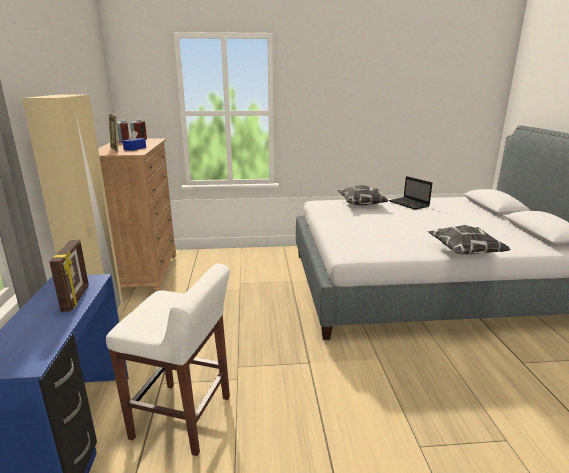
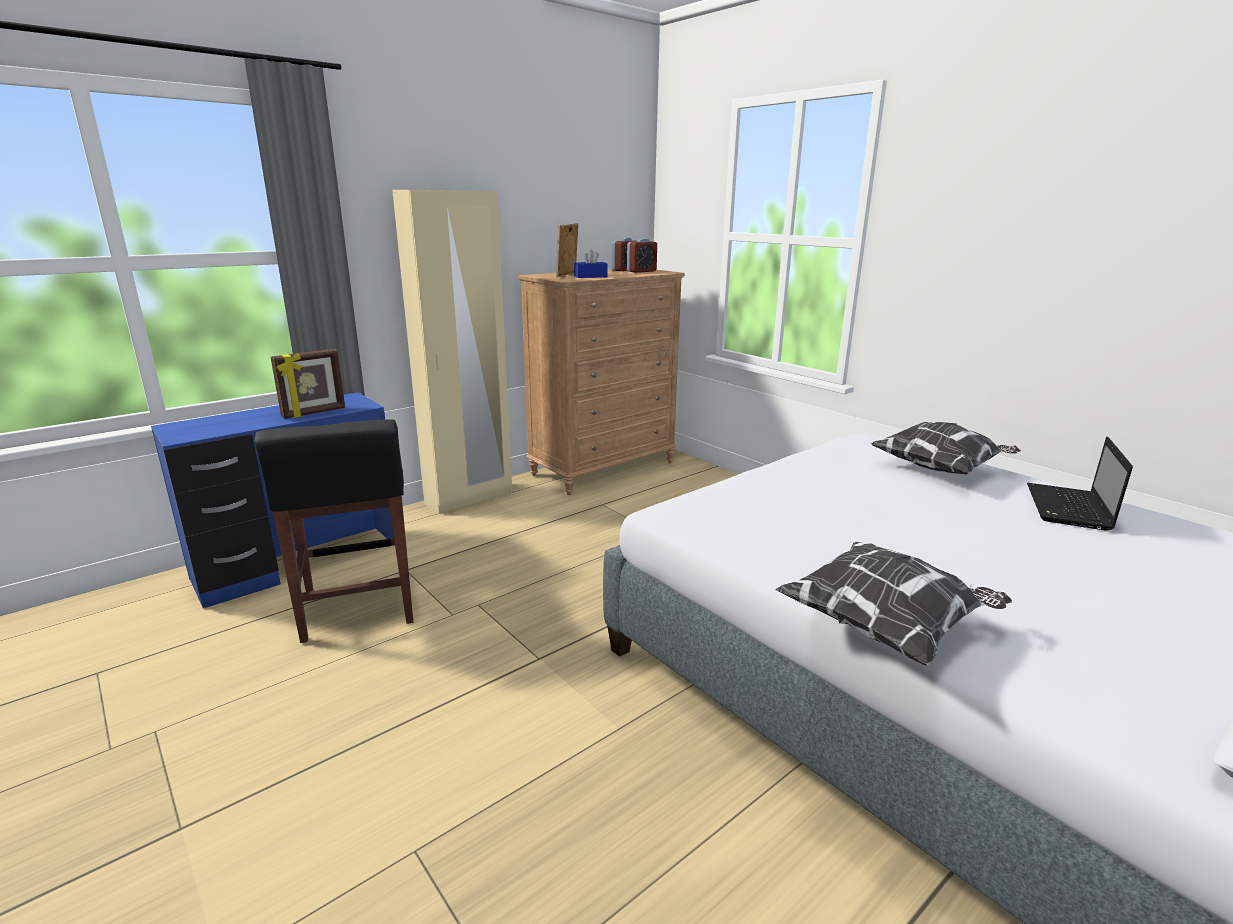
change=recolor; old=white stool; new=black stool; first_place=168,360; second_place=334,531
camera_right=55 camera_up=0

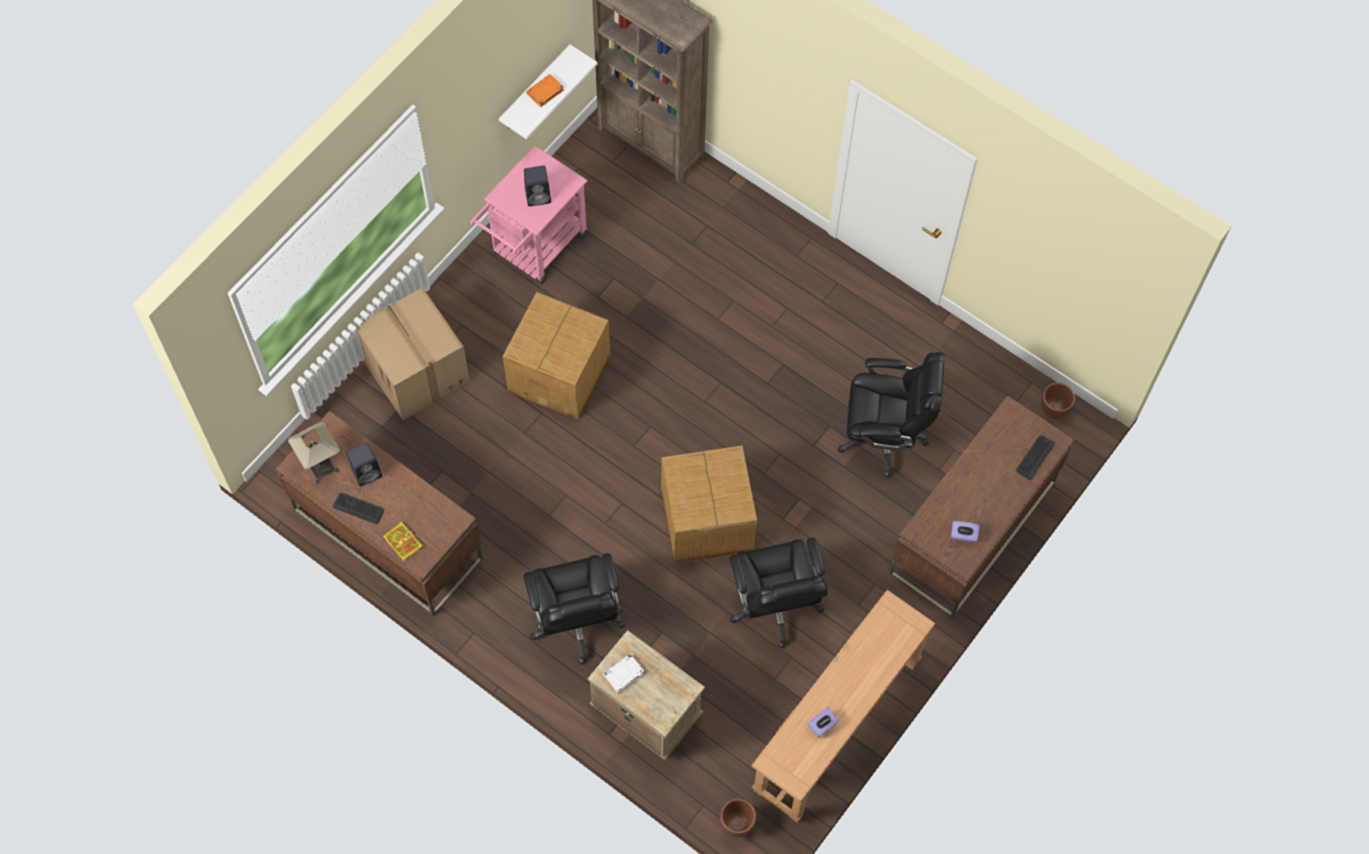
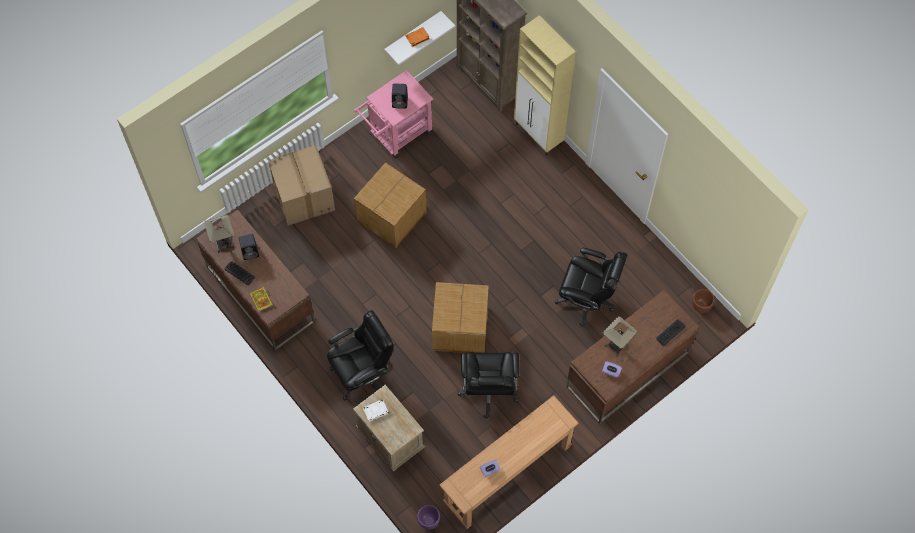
change=insert; new=beige cabinet; second_place=545,85
change=insert; new=table lamp; second_place=620,336
change=recolor; old=brown planter; new=purple planter; first_place=738,818; second_place=428,517
change=rotate; old=black office chair; first_place=574,609; second_place=360,355; degrees=-120
camera_right=15 camera_up=0

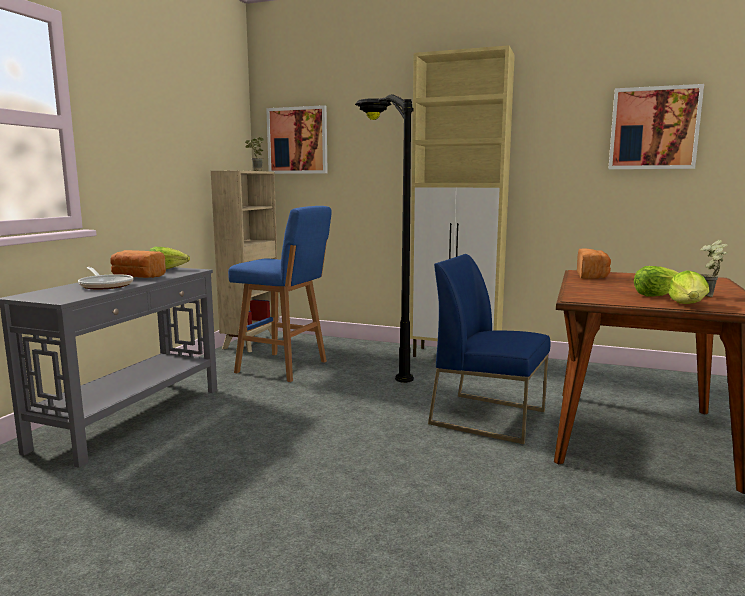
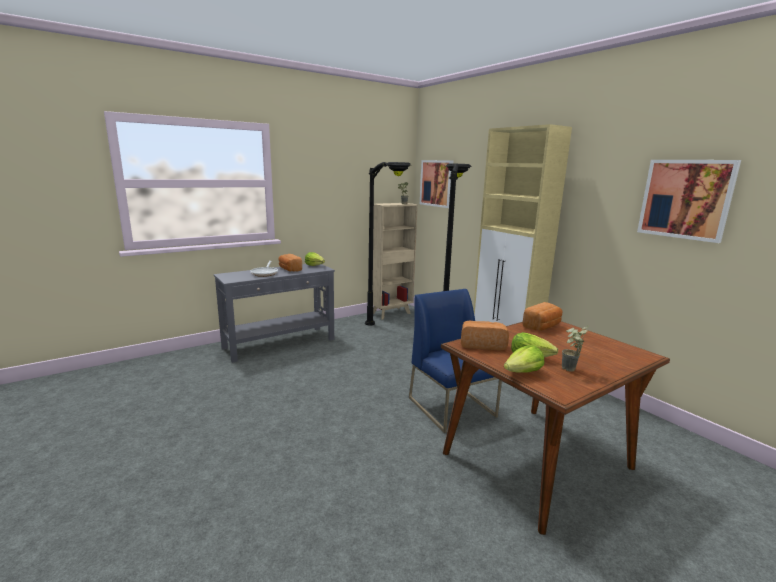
change=insert; new=bread; second_place=485,336
change=replace; old=blue stool; new=black floor lamp; first_place=279,294; second_place=388,244
camera_right=35 camera_up=5

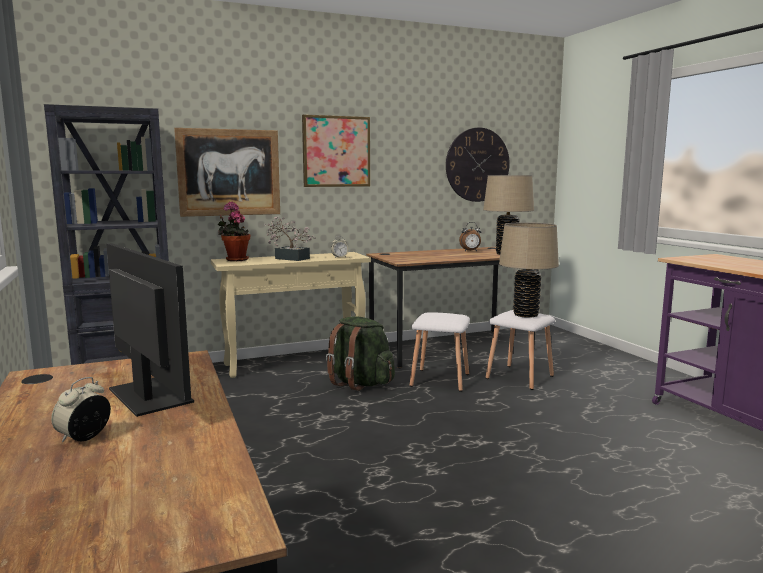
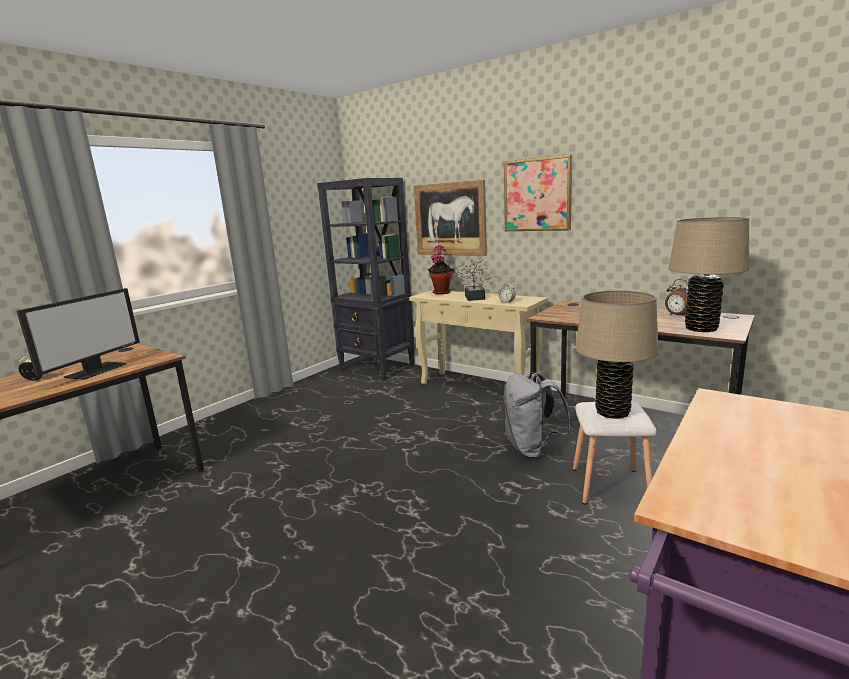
change=delete; old=green backpack; first_place=360,354
change=delete; old=wall clock; first_place=478,165
change=replace; old=white stool; new=grey backpack; first_place=440,352; second_place=537,415
camera_right=60 camera_up=5

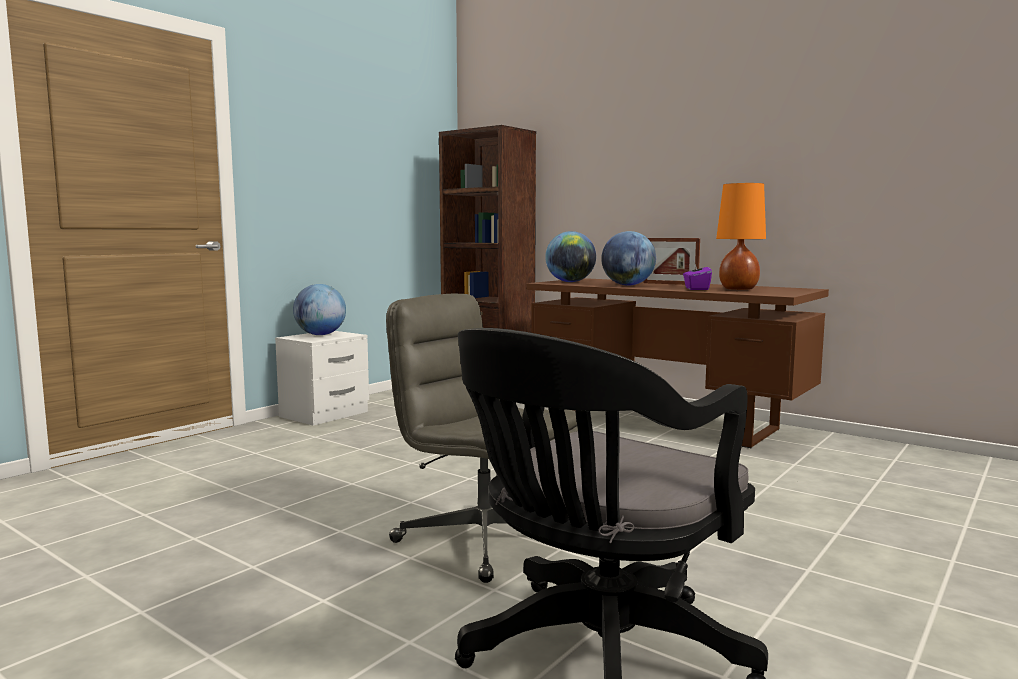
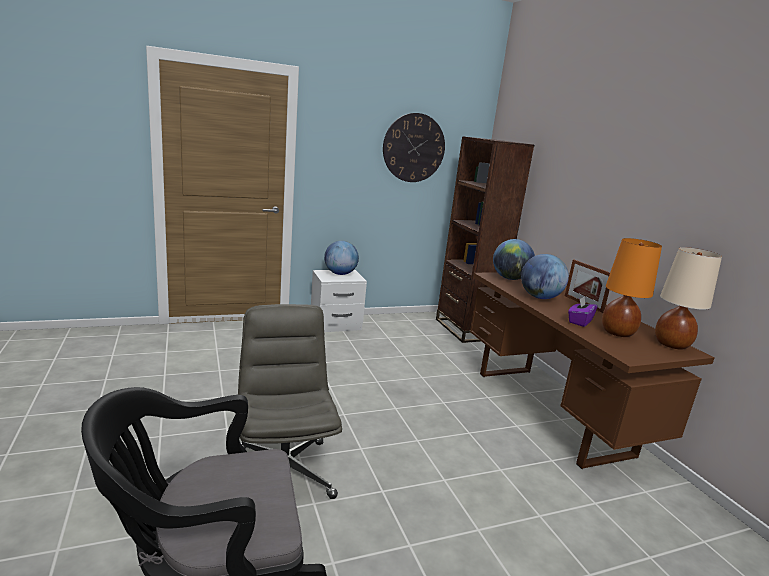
change=insert; new=wall clock; second_place=414,147
change=insert; new=beige table lamp; second_place=688,298
camera_right=30 camera_up=10

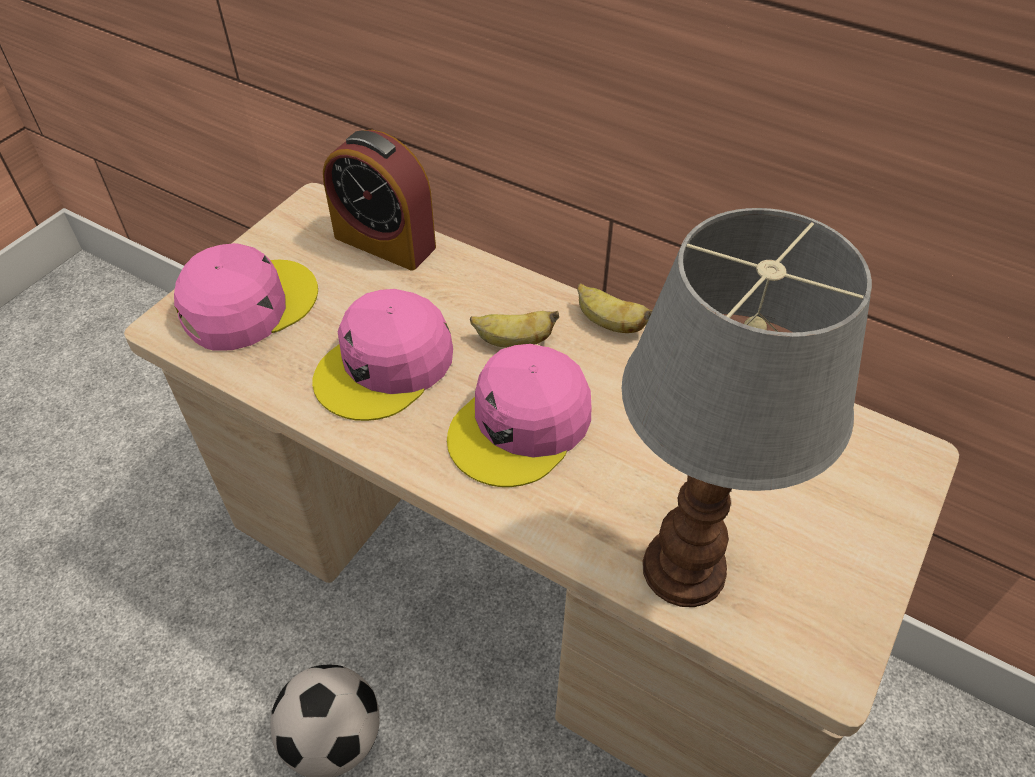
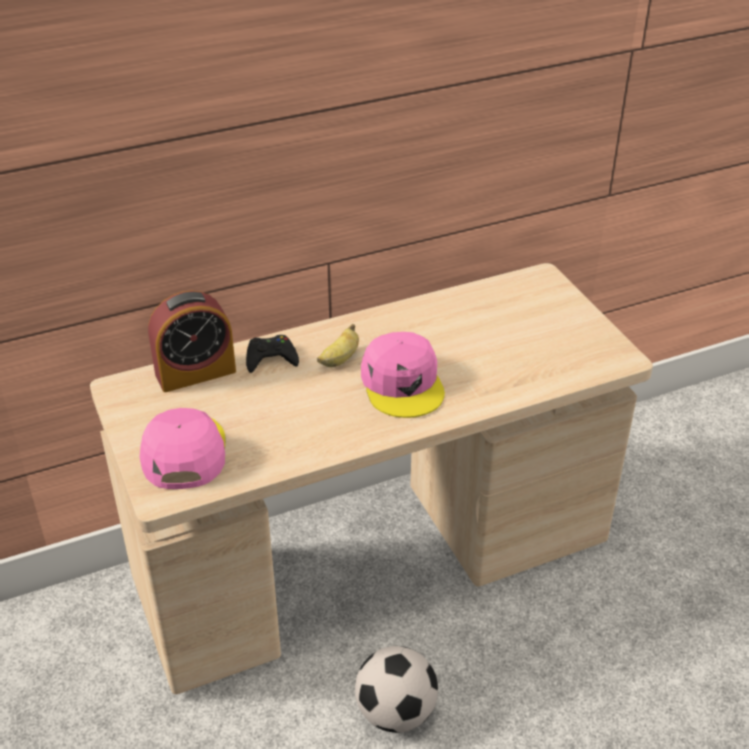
change=delete; old=pink cap; first_place=382,355
change=delete; old=banana; first_place=615,308
change=delete; old=table lamp; first_place=747,407
change=insert; new=black game controller; second_place=272,354
camera_right=-55 camera_up=-10

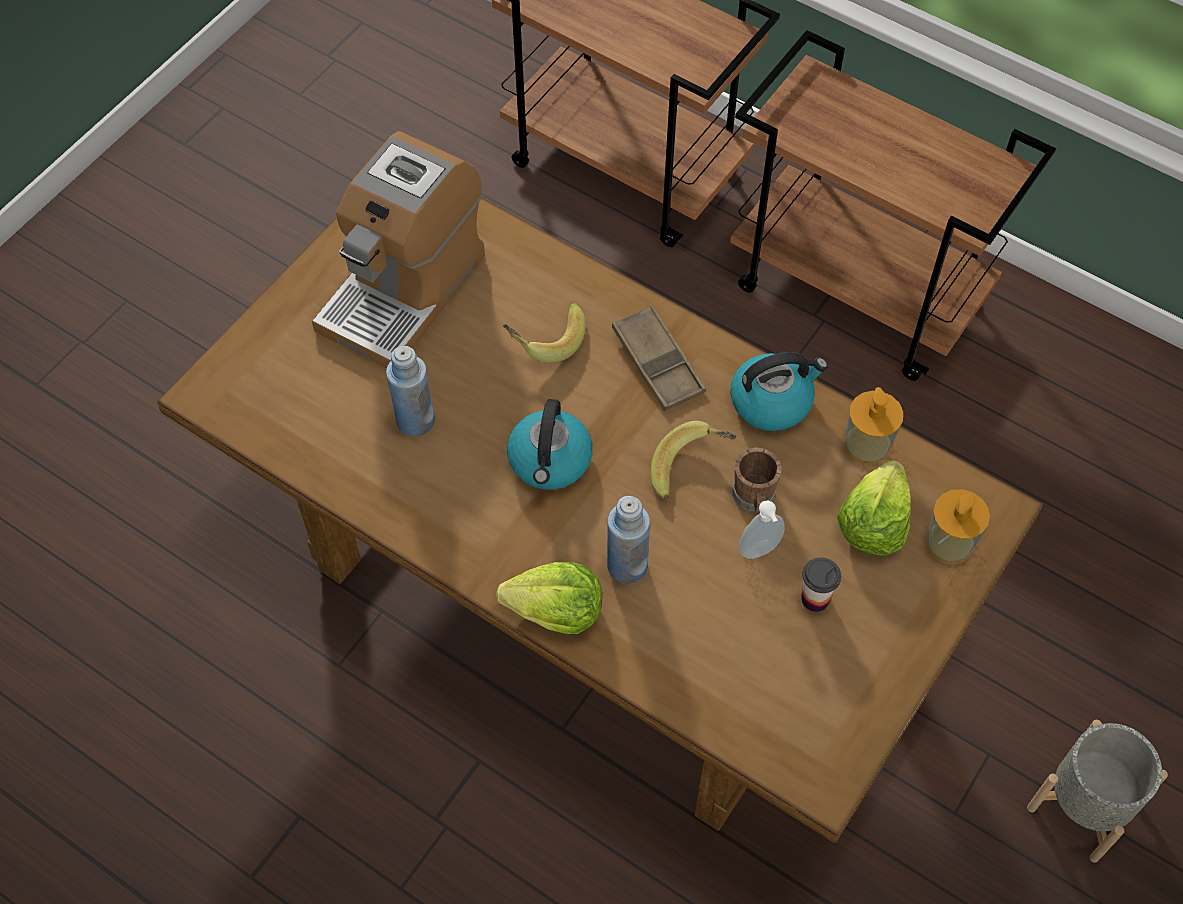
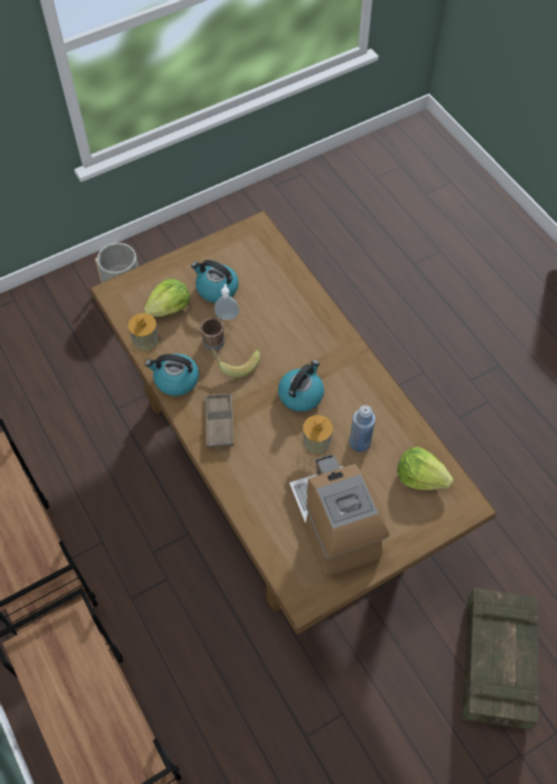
change=delete; old=banana; first_place=544,333
change=delete; old=blue bottle; first_place=628,540
change=insert; new=crate; second_place=501,659
change=move; old=lettuce; first_place=549,598; second_place=425,468
change=move; old=soap dispenser; first_place=958,526; second_place=318,435
change=replace; old=cup; new=kettle; first_place=821,584; second_place=215,281
change=rotate; old=coffee machine; first_place=398,249; second_place=339,516; degrees=-75
camera_right=-155 camera_up=0

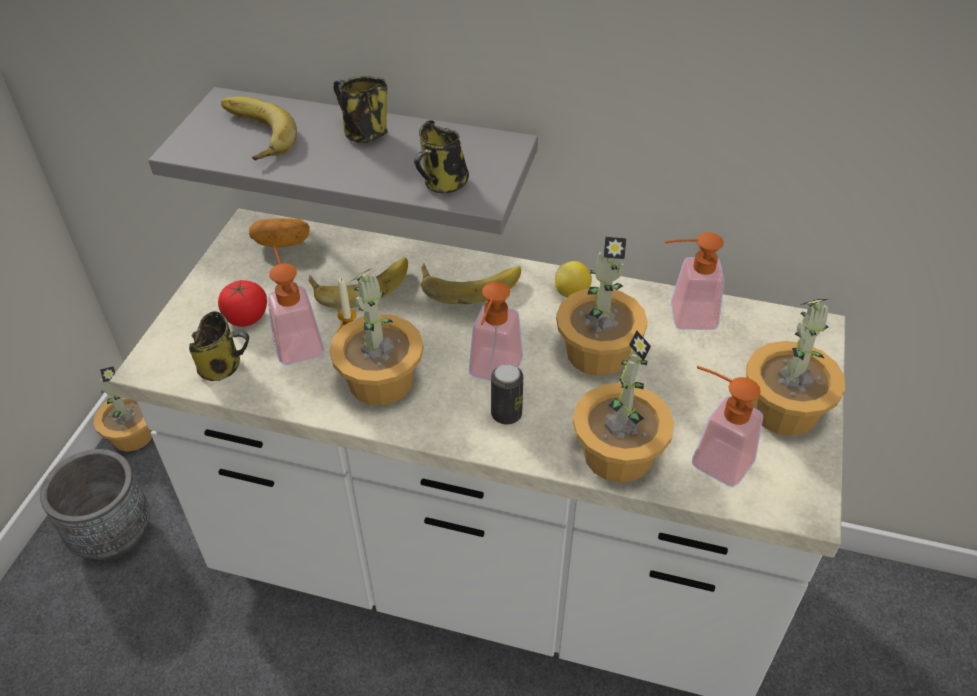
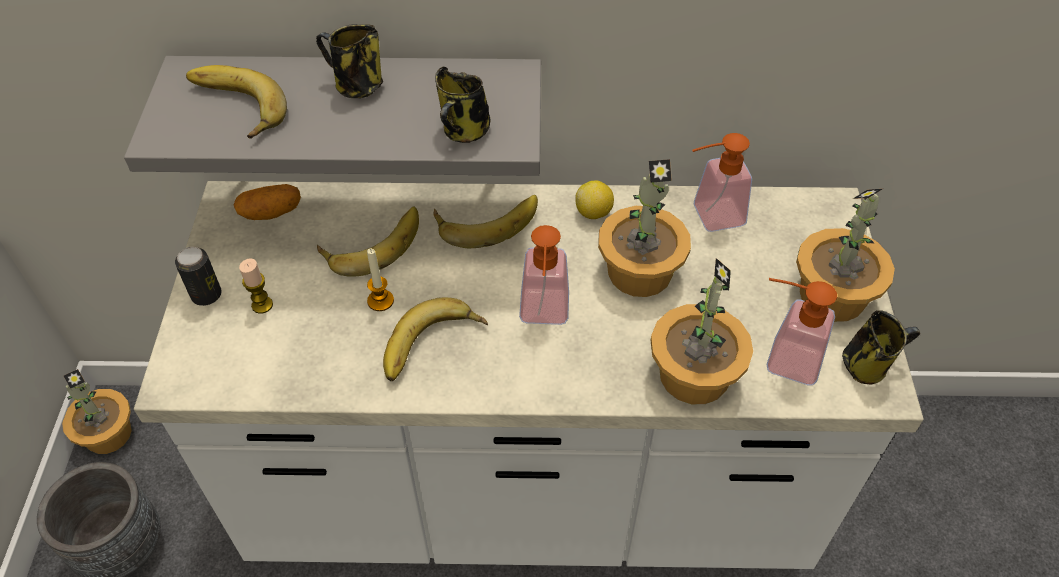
change=delete; old=soap dispenser; first_place=296,305
change=move; old=mug; first_place=219,346; second_place=881,347
change=move; old=can; first_place=507,394; second_place=198,276
change=replace; old=tomato; new=candle; first_place=242,303; second_place=256,286
change=replace; old=potted plant; new=banana; first_place=377,336; second_place=435,339
camera_right=-15 camera_up=5

